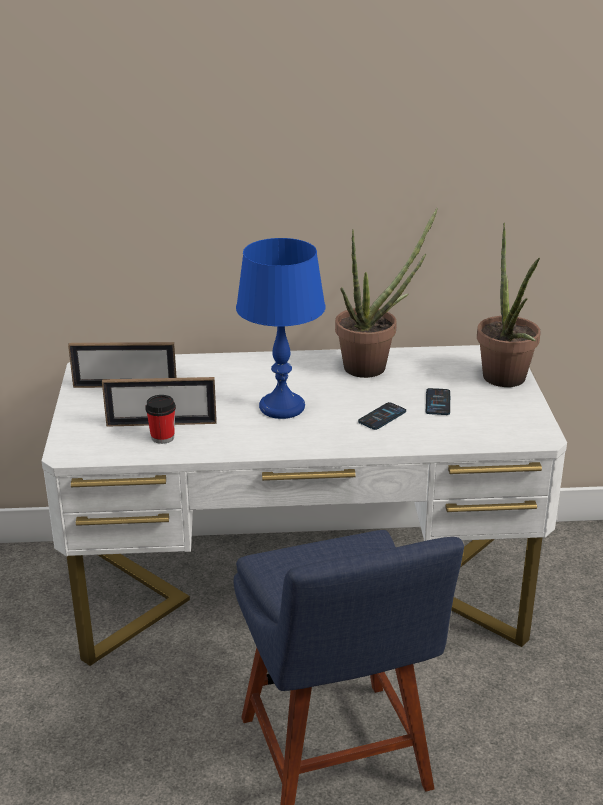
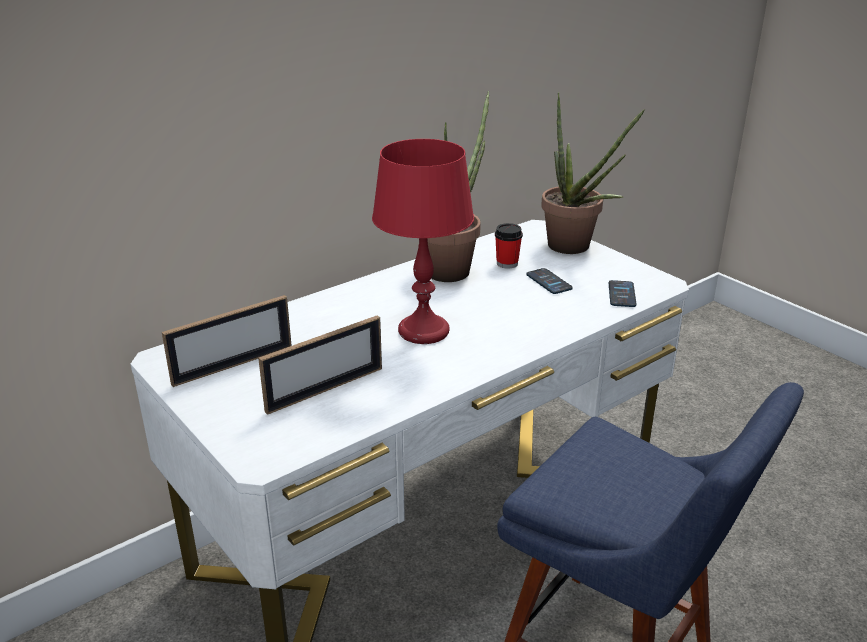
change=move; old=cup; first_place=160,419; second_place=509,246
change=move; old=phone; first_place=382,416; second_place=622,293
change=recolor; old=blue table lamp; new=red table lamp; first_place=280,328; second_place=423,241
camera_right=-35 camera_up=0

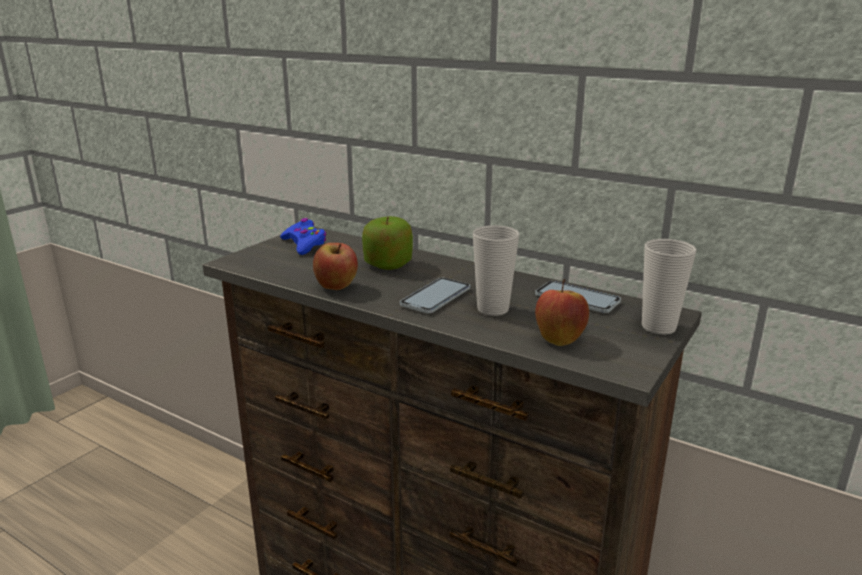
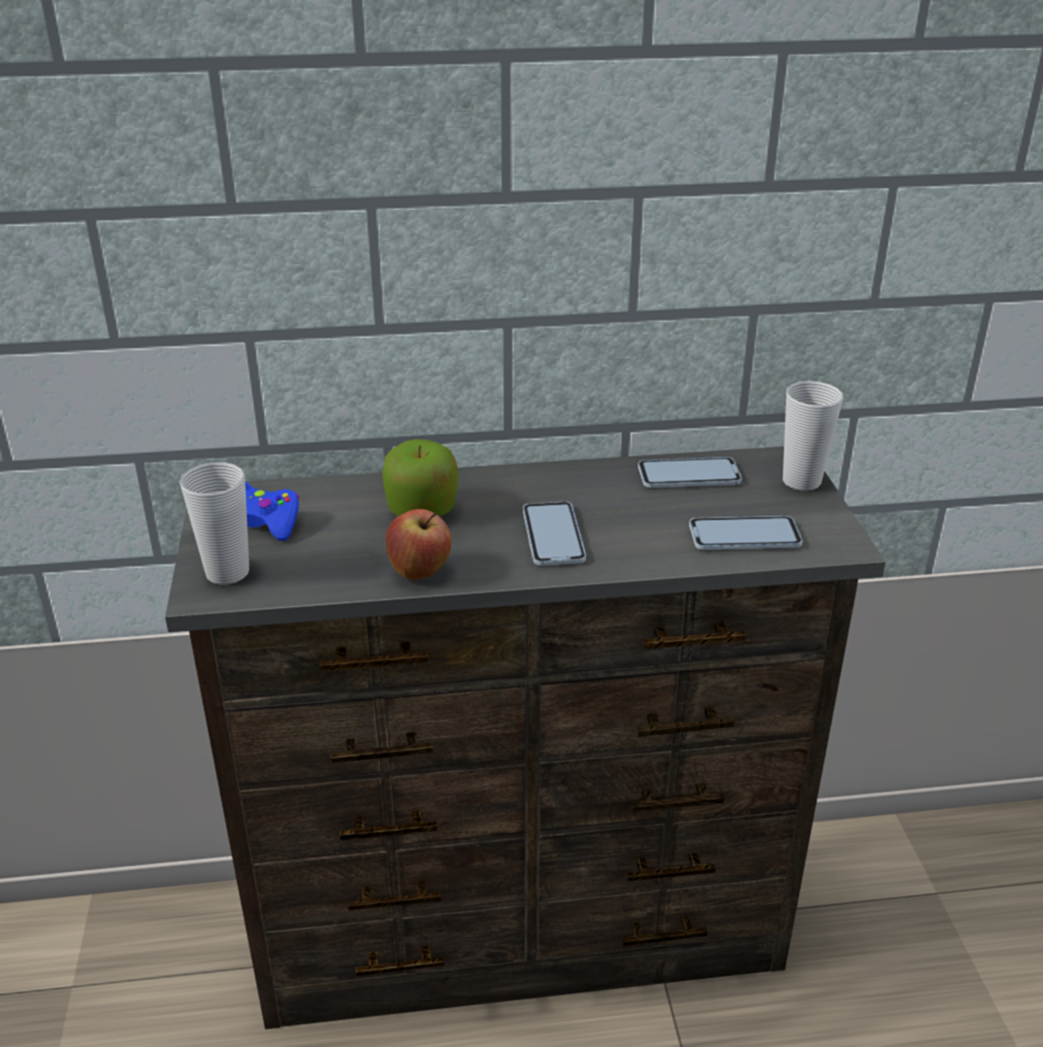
change=move; old=cup; first_place=496,270; second_place=214,523
change=replace; old=apple; new=phone; first_place=562,312; second_place=745,533
camera_right=-40 camera_up=10

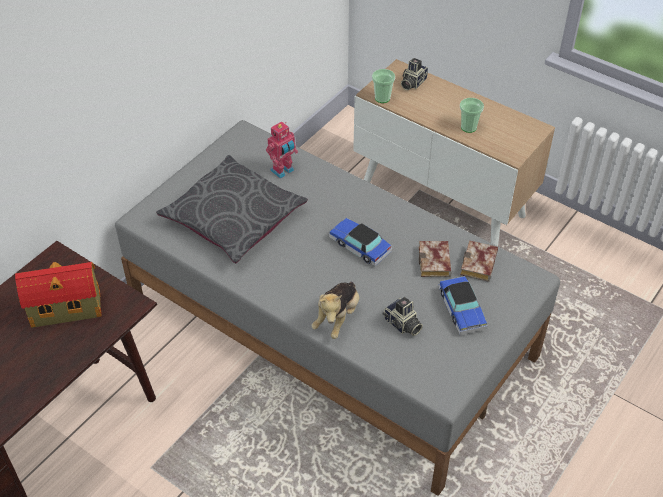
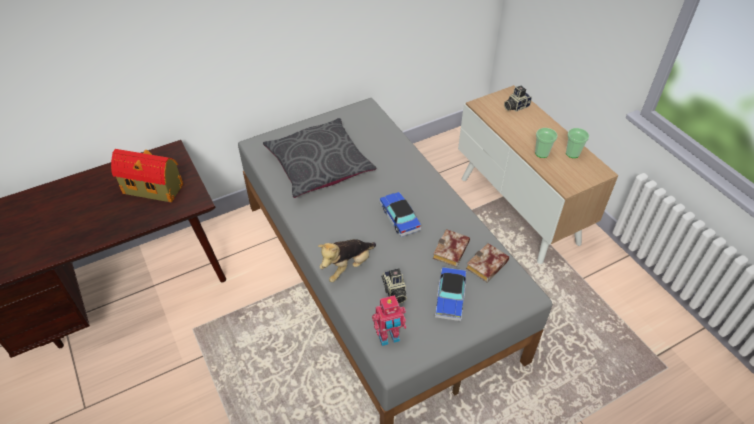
change=move; old=toy robot; first_place=282,150; second_place=389,320
change=move; old=cup; first_place=383,86; second_place=577,143
camera_right=25 camera_up=0

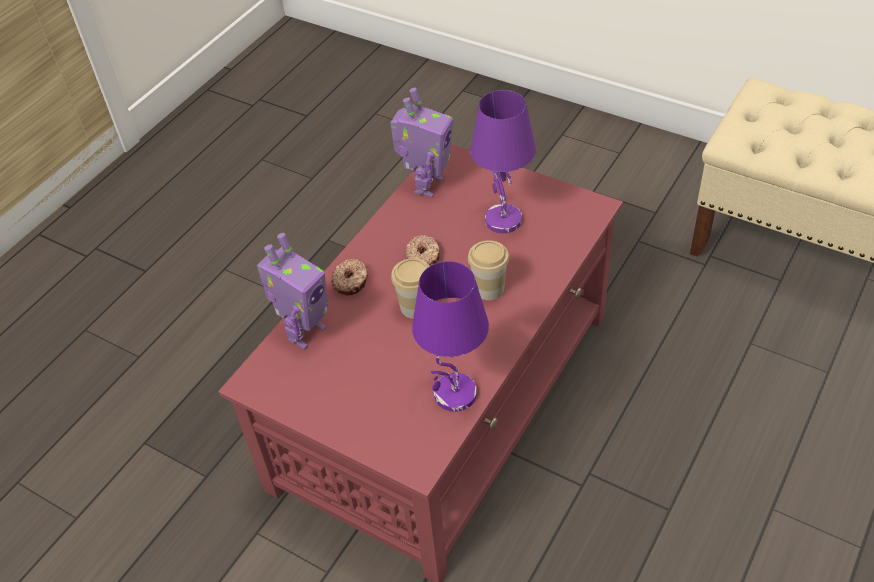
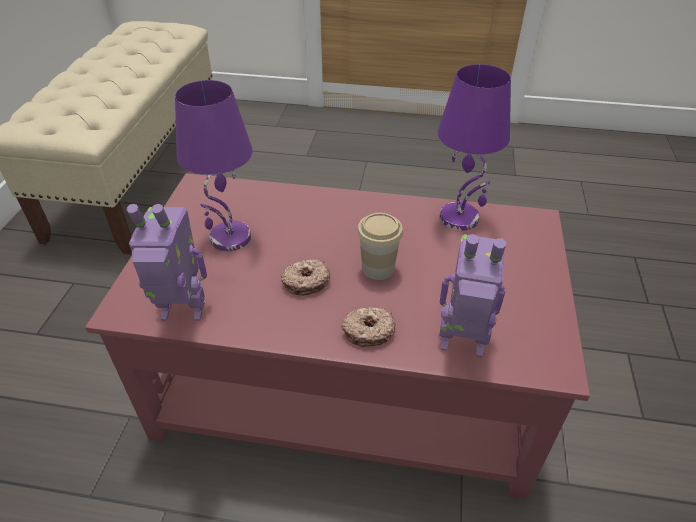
change=delete; old=cup; first_place=488,270
camera_right=-115 camera_up=-5

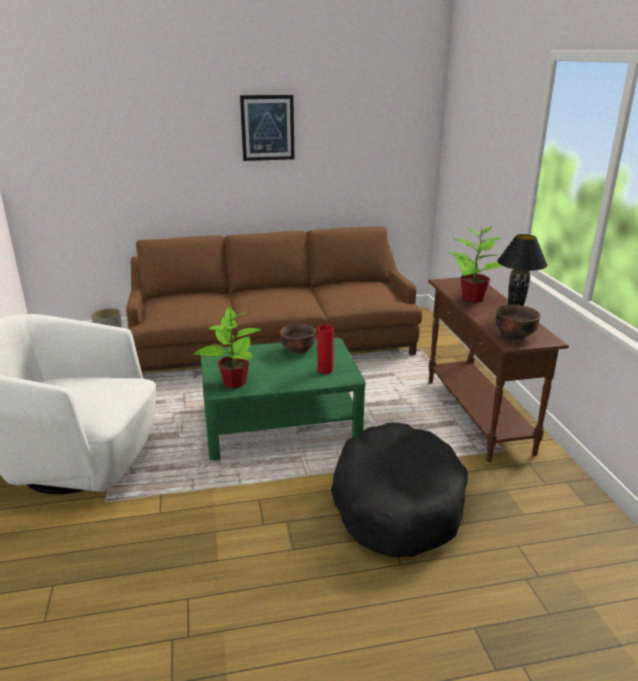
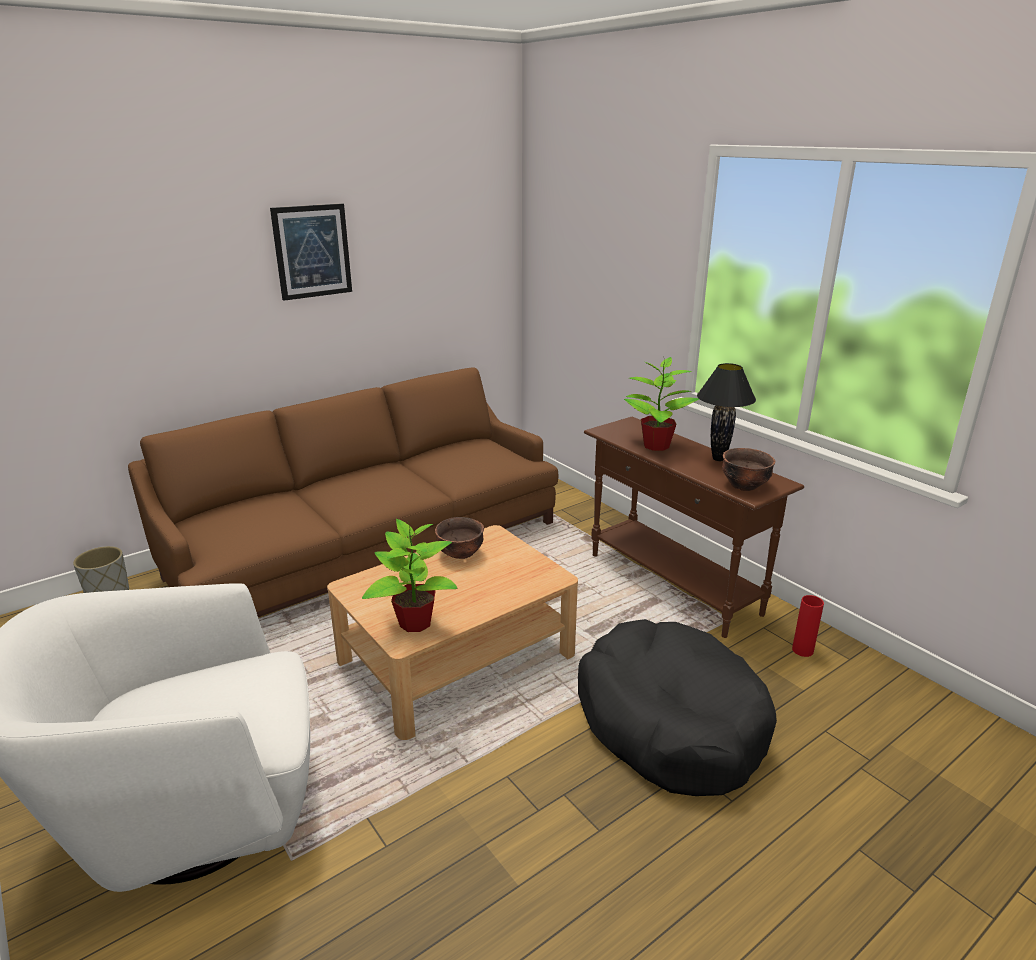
change=move; old=red vase; first_place=325,349; second_place=808,626
change=recolor; old=green coffee table; new=beige coffee table; first_place=283,399; second_place=452,632
camera_right=-25 camera_up=0

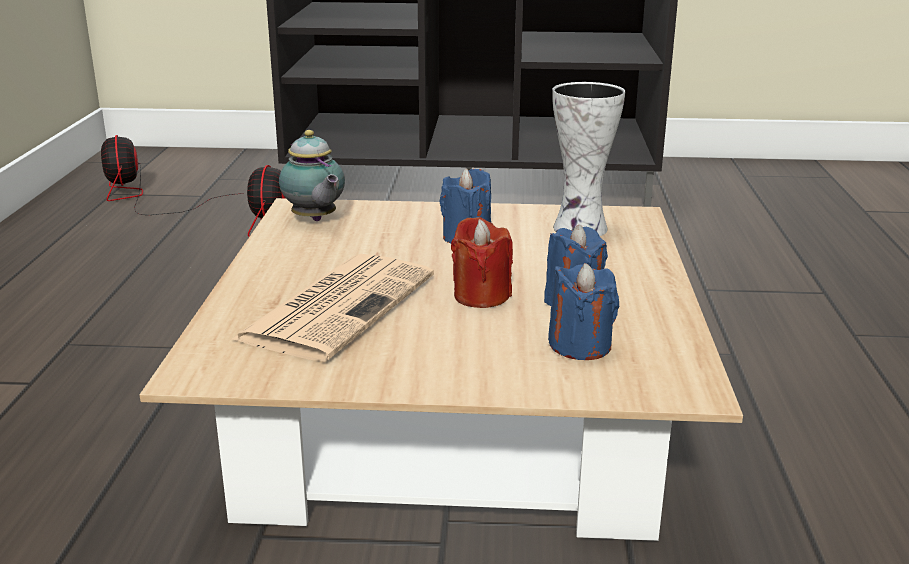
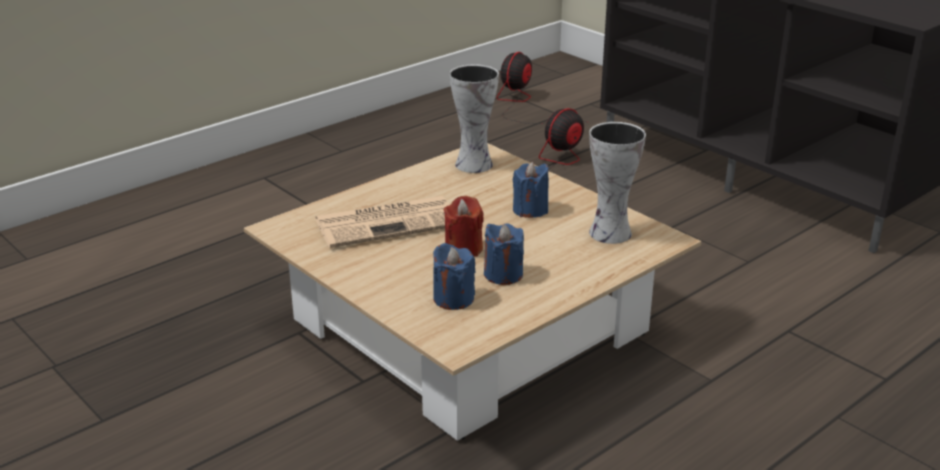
change=replace; old=teapot; new=vase; first_place=312,175; second_place=474,118
camera_right=45 camera_up=5

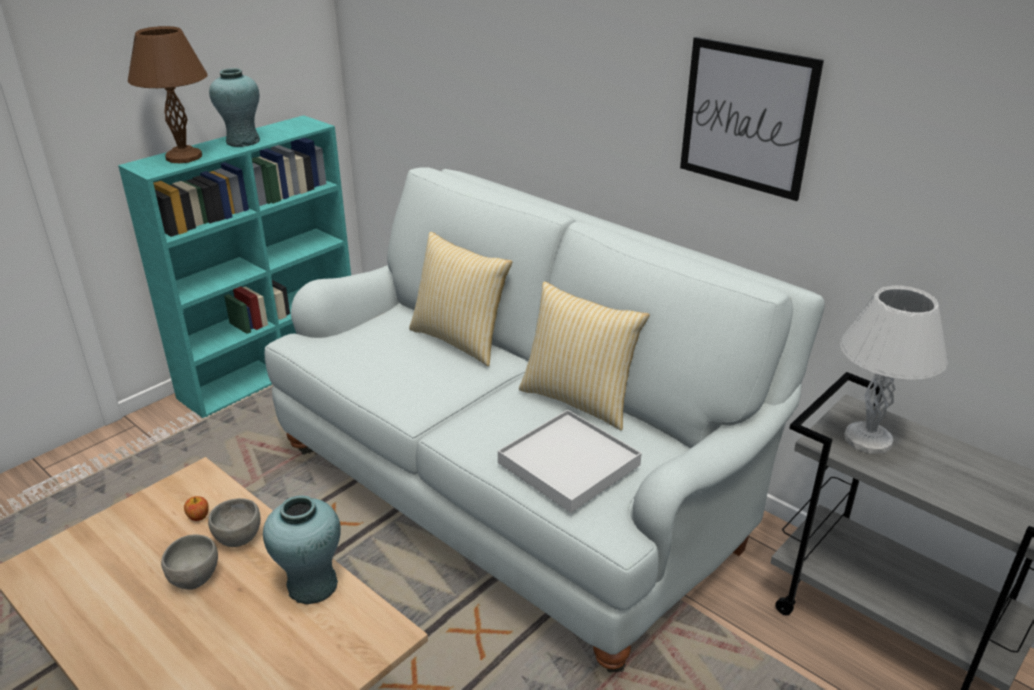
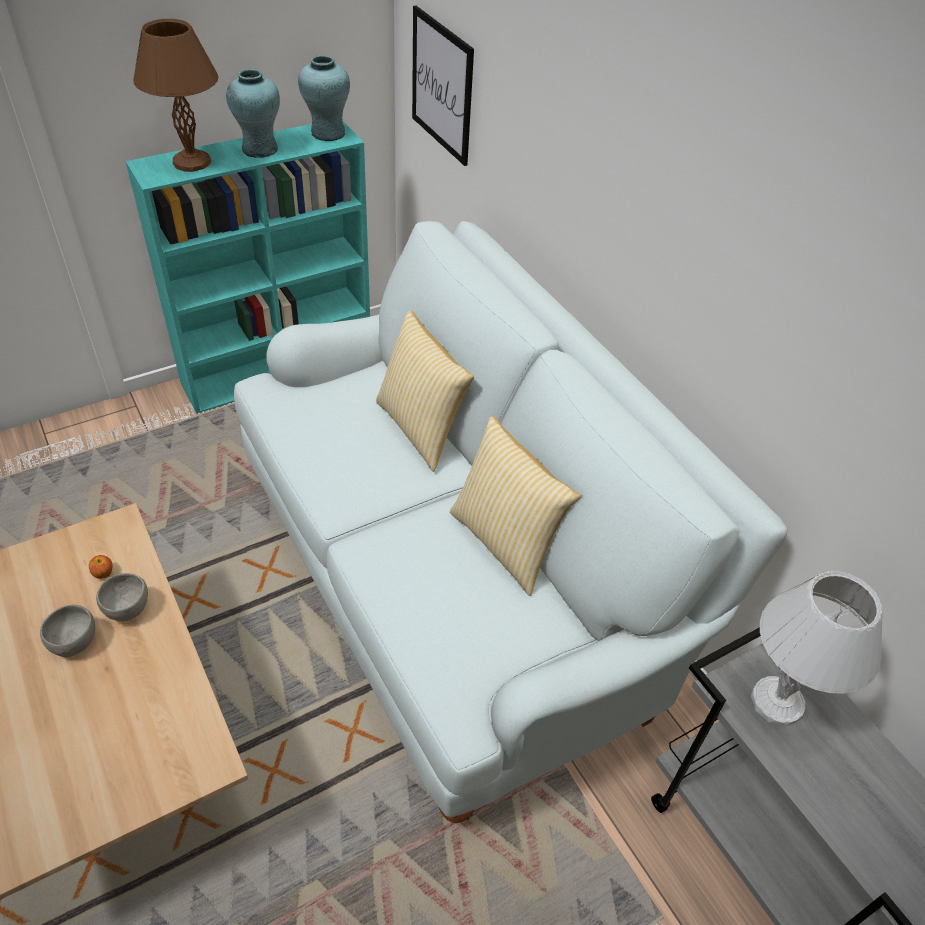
change=delete; old=white tray; first_place=570,461
change=move; old=turquoise vase; first_place=302,549; second_place=324,98
change=move; old=picture; first_place=752,119; second_place=443,86
camera_right=15 camera_up=15

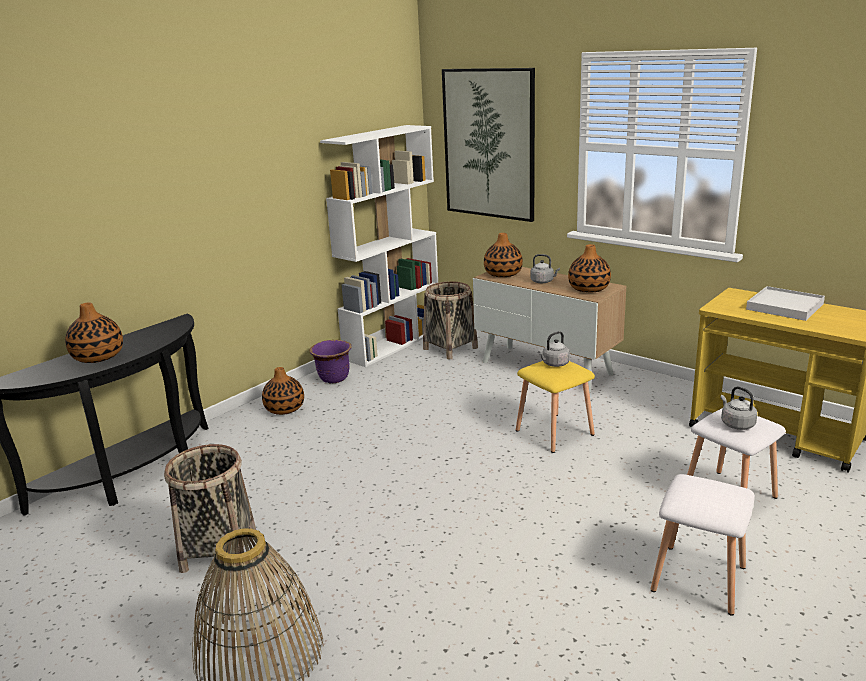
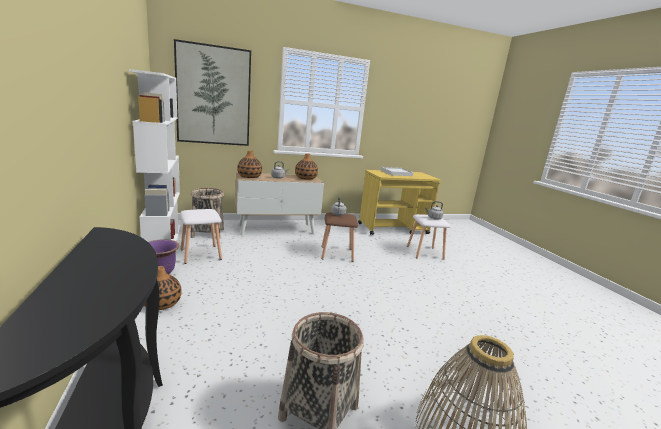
change=delete; old=vase; first_place=94,332
change=move; old=white stool; first_place=703,544; second_place=201,236
change=recolor; old=yellow stool; new=brown stool; first_place=555,407; second_place=339,237
camera_right=-60 camera_up=-5

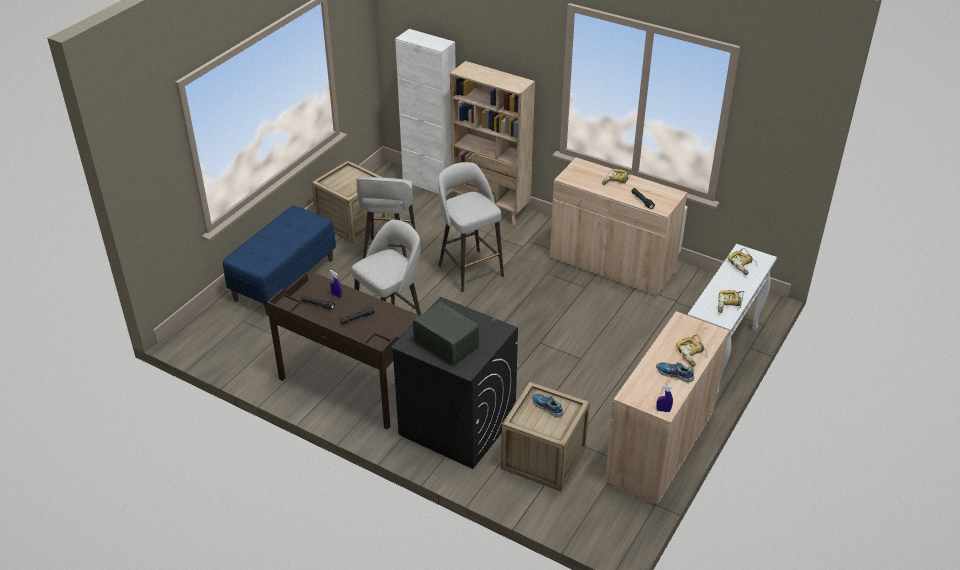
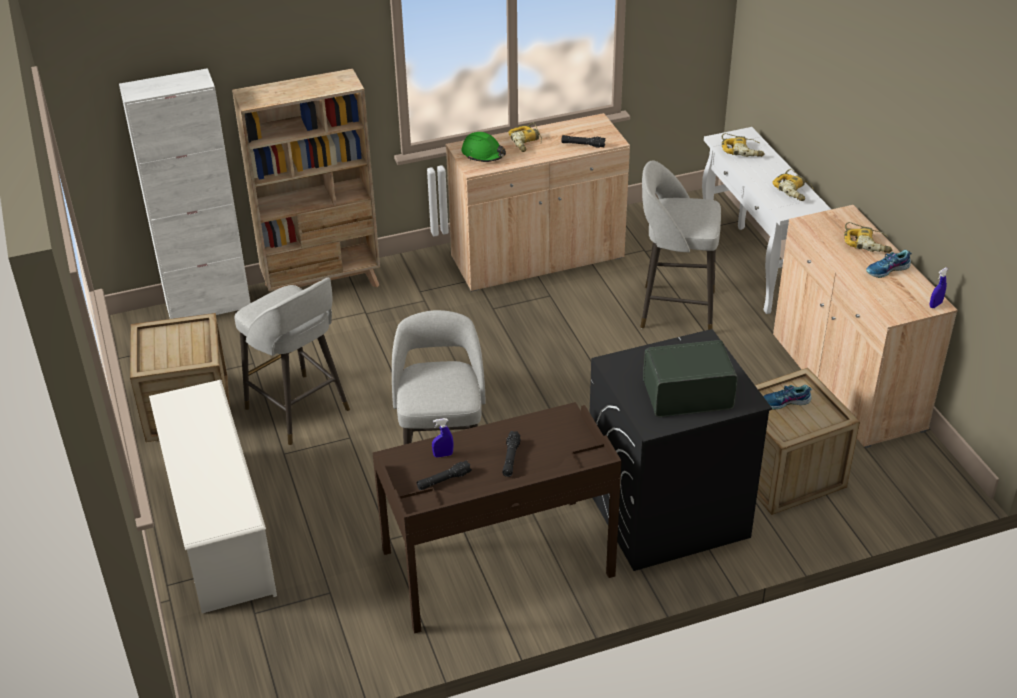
change=insert; new=green hard hat; second_place=483,147
change=move; old=grey stool; first_place=471,227; second_place=680,245
change=replace; old=blue bench; new=white shoe rack; first_place=279,260; second_place=213,496
camera_right=-50 camera_up=0

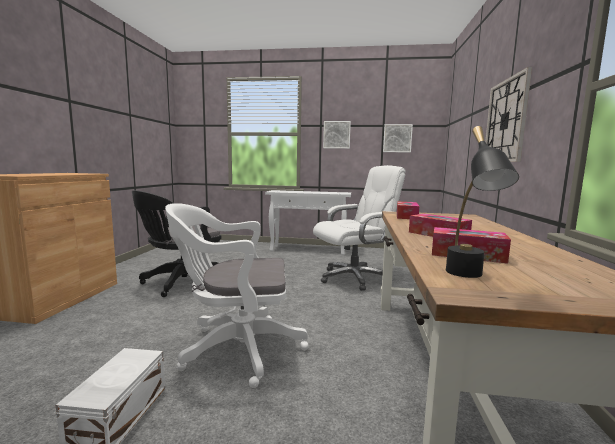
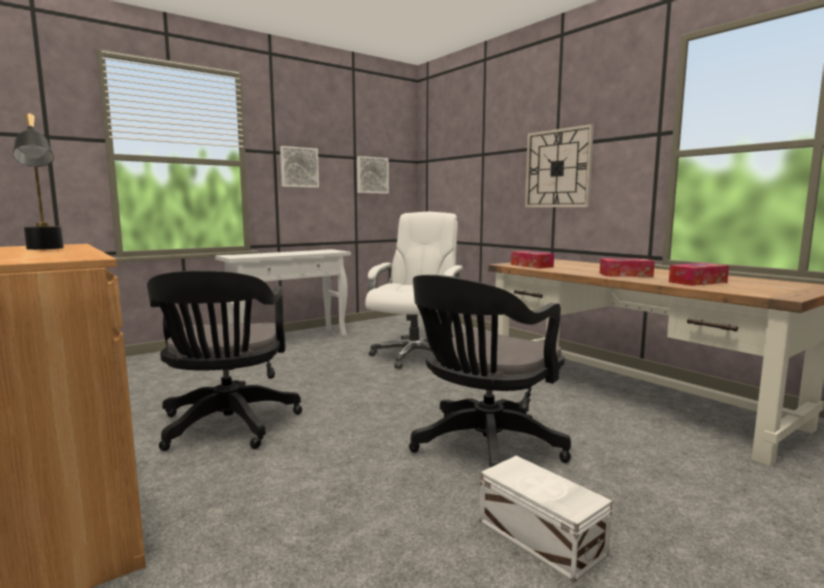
change=move; old=black table lamp; first_place=482,202; second_place=38,181
change=recolor; old=white office chair; new=black office chair; first_place=236,295; second_place=490,371
camera_right=-45 camera_up=0

